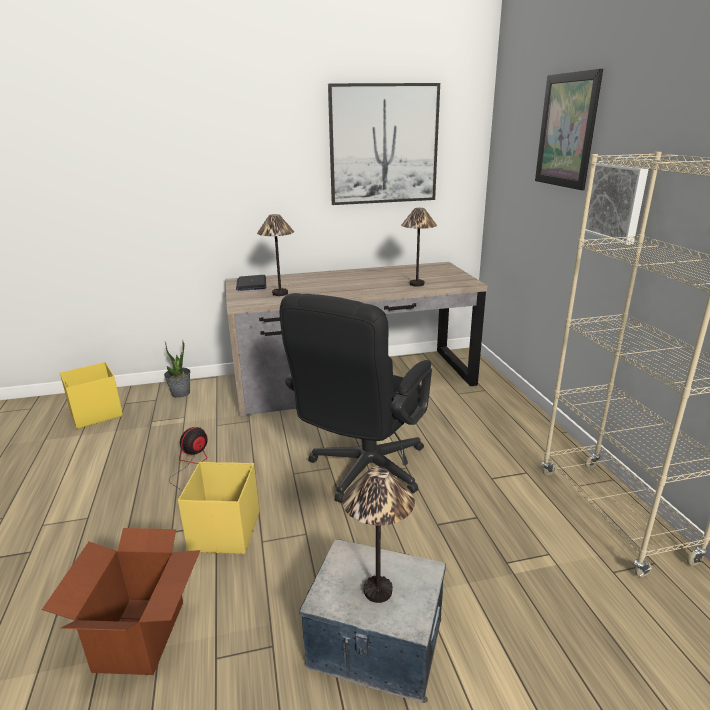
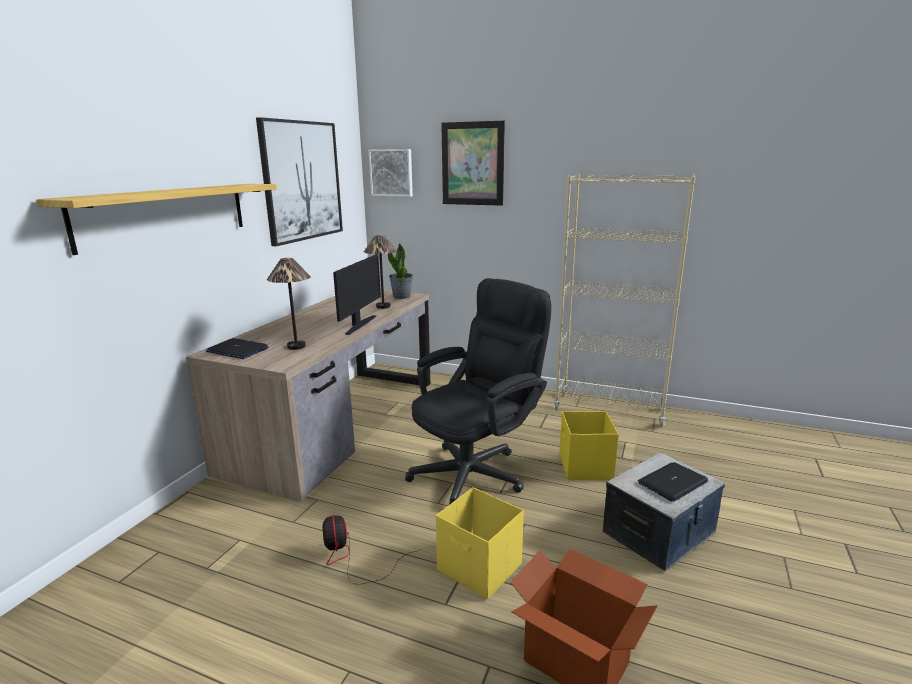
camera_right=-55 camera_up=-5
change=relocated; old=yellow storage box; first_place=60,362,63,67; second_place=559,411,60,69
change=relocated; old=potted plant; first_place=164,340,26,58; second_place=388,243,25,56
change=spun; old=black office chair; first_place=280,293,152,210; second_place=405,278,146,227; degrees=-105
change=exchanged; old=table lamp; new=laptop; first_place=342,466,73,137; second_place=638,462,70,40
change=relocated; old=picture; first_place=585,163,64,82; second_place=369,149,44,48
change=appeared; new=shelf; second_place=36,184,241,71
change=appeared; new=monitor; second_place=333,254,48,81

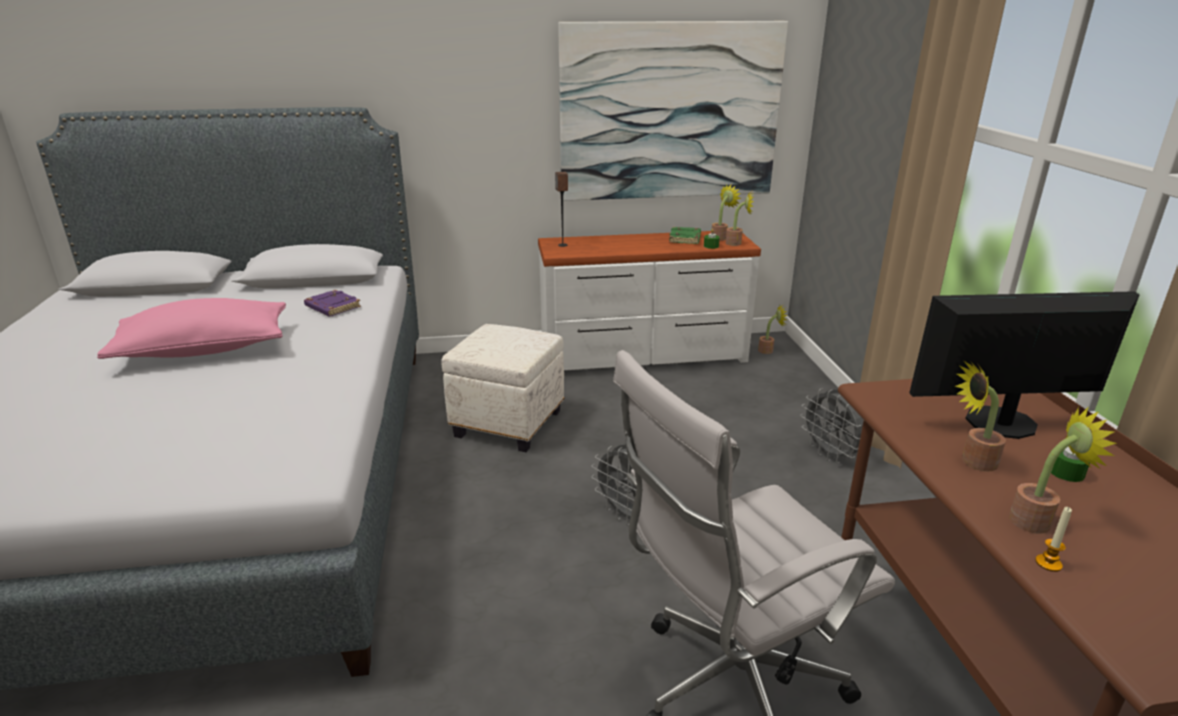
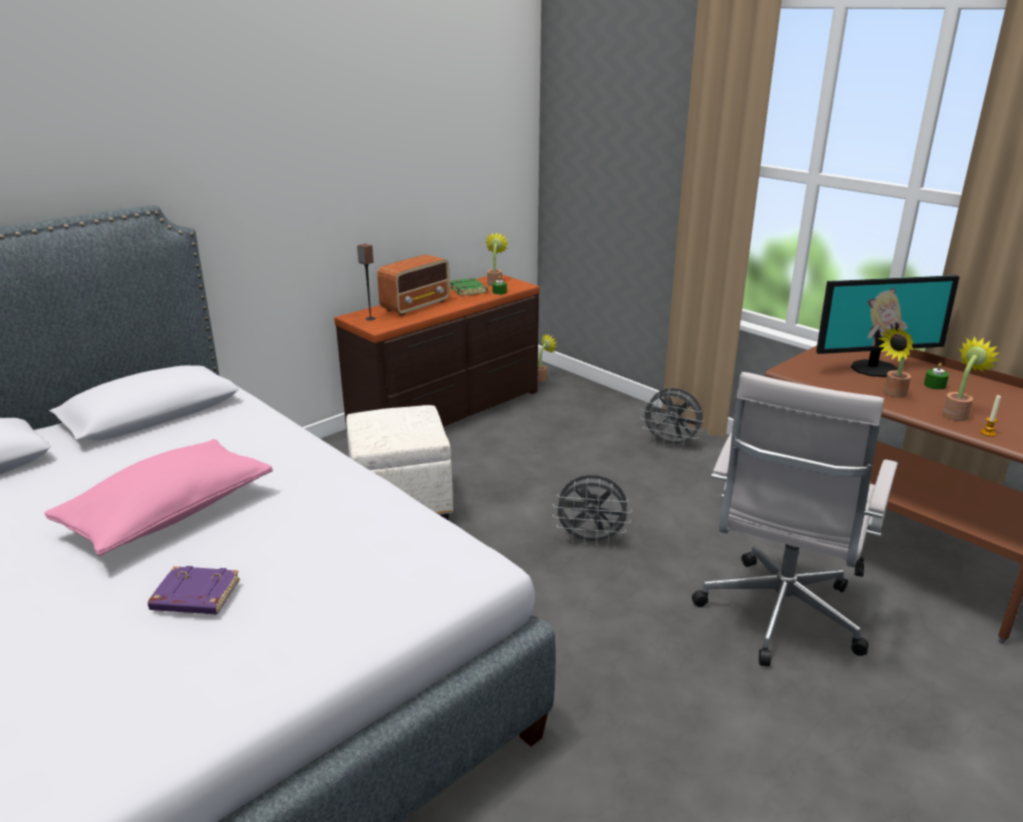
camera_right=-35 camera_up=0
change=relocated; old=purple book; first_place=304,290,57,27; second_place=148,566,92,48
change=colour; old=white dresser; new=brown dresser; first_place=538,231,223,140; second_place=334,275,206,157
change=missing; old=picture; first_place=558,21,230,180
change=missing; old=potted plant; first_place=725,192,29,54
change=spun; old=monitor; first_place=909,291,231,148; second_place=816,275,144,102; degrees=-150
change=appeared; new=radio; second_place=377,254,73,62

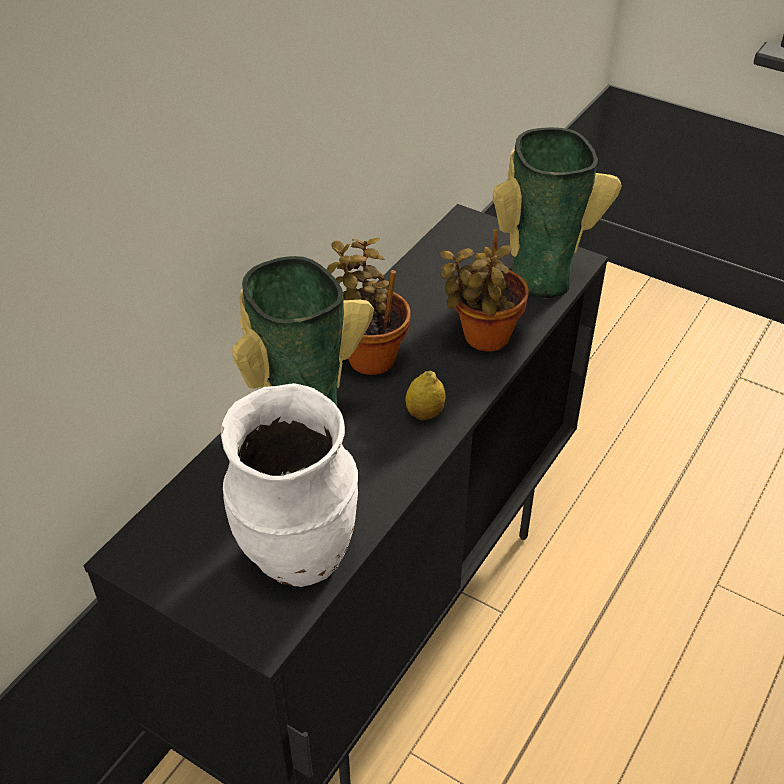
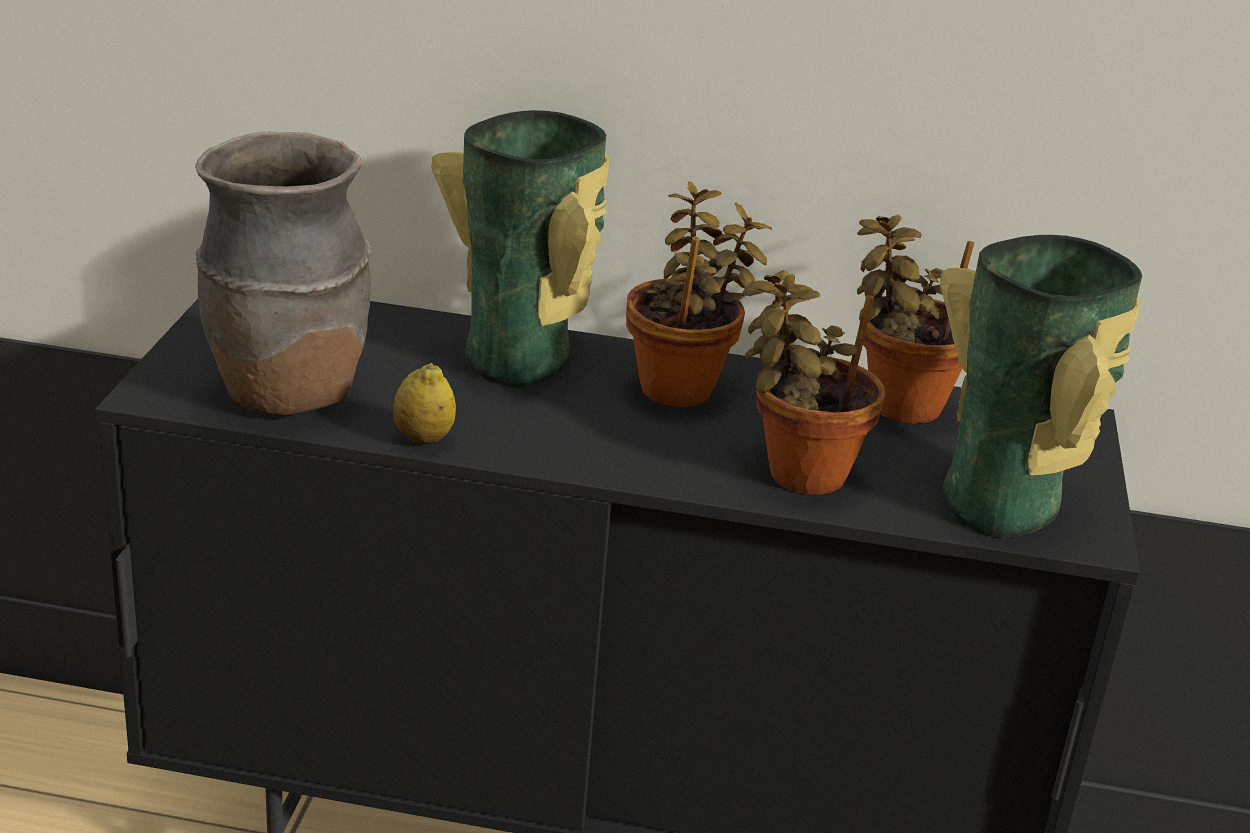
camera_right=65 camera_up=-15
change=colour; old=white vase; new=brown vase; first_place=221,383,137,204; second_place=195,131,176,284
change=relocated; old=lemon; first_place=405,371,40,49; second_place=393,363,63,81
change=appeared; new=potted plant; second_place=857,215,117,209

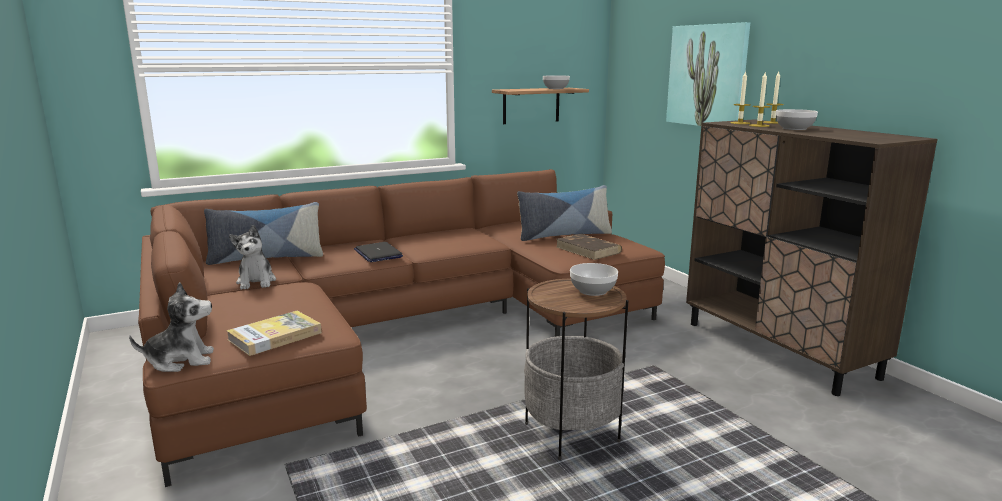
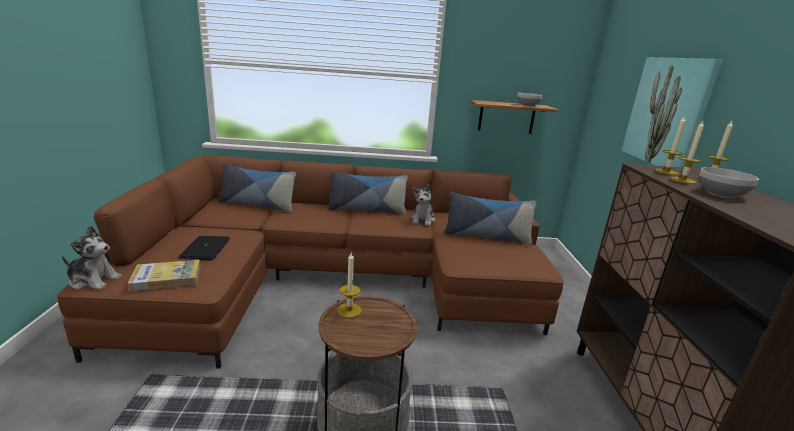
camera_right=25 camera_up=5
change=relocated; old=plush toy; first_place=229,225,47,65; second_place=411,184,24,42
change=relocated; old=laptop; first_place=354,242,49,20; second_place=178,236,52,24
change=missing; old=brown book; first_place=557,234,65,26
change=missing; old=bowl; first_place=570,263,48,33
change=appeared; new=pillow; second_place=328,171,80,44
change=appeared; new=candle; second_place=337,253,24,65

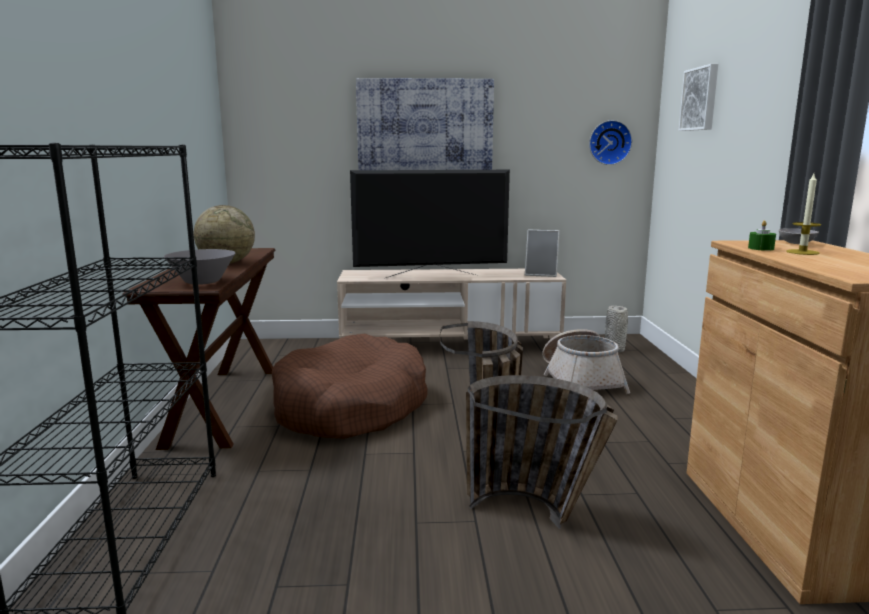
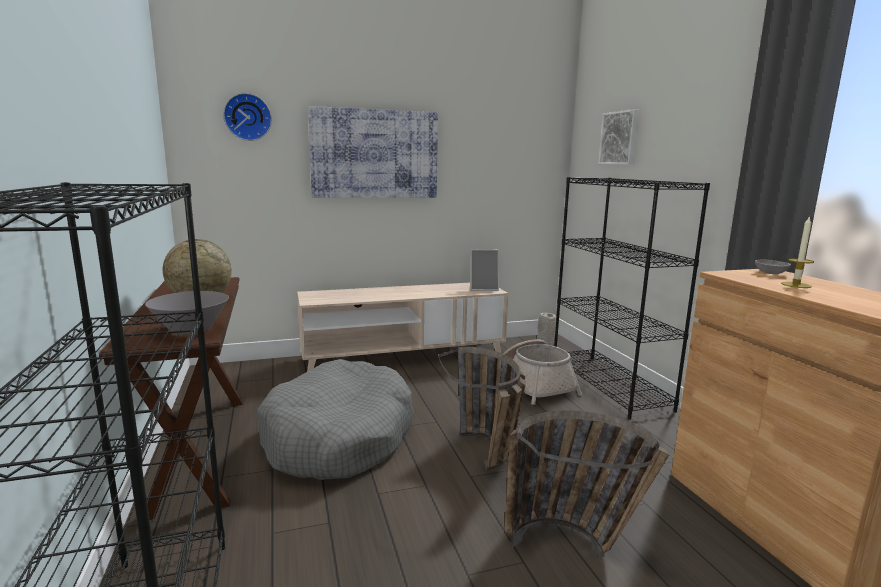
camera_right=-15 camera_up=0
change=colour; old=brown dog bed; new=grey dog bed; first_place=271,334,157,105; second_place=257,359,157,121
change=missing; old=television; first_place=350,170,160,108
change=relocated; old=wall clock; first_place=589,120,43,45; second_place=223,93,49,48
change=missing; old=green candle; first_place=748,220,28,31
change=appeared; new=black bookcase; second_place=554,177,156,243

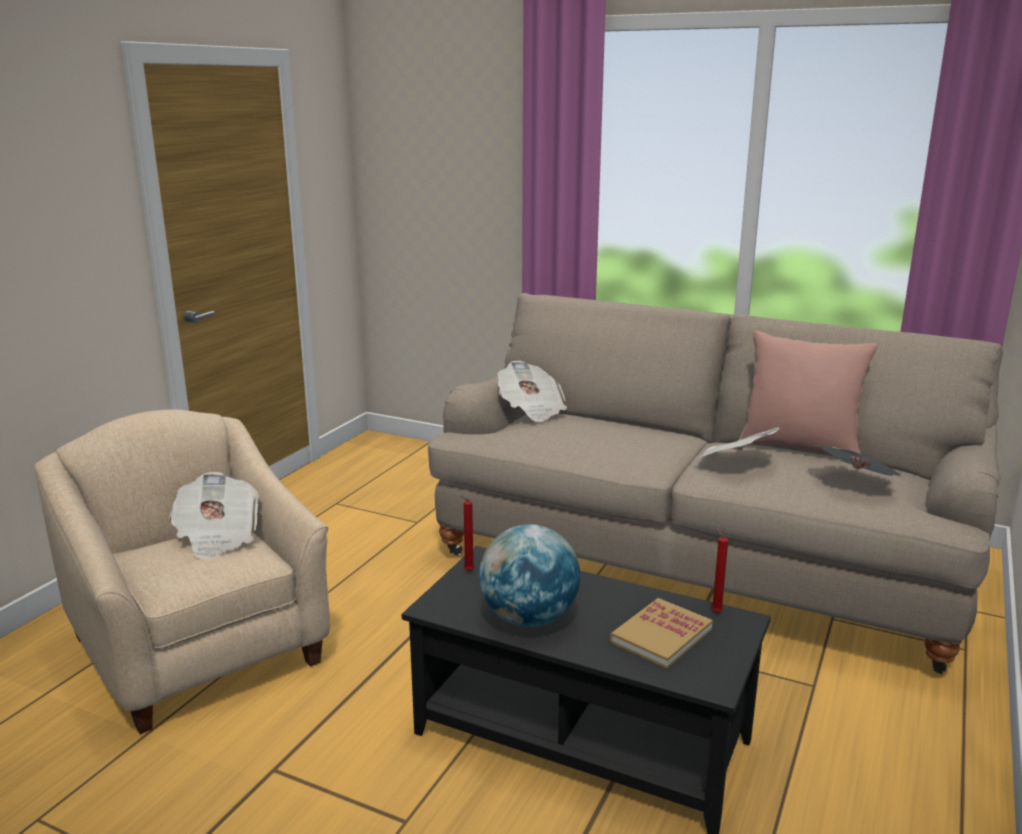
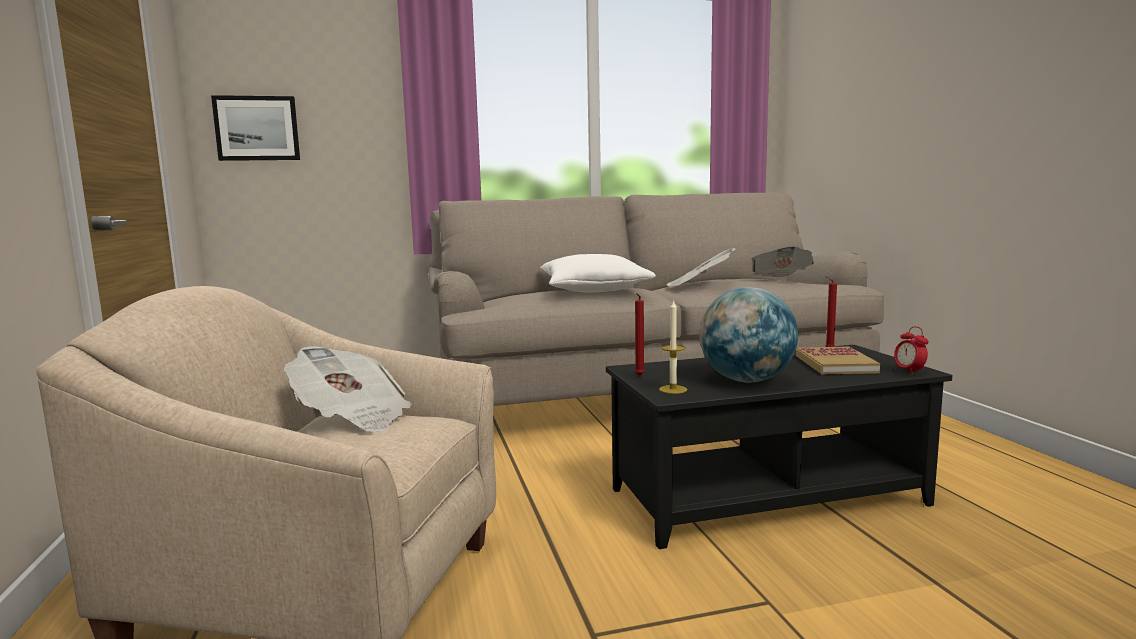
camera_right=-40 camera_up=-10
change=missing; old=newspaper; first_place=497,361,70,61
change=missing; old=pink pillow; first_place=739,330,139,125
change=appeared; new=picture; second_place=211,95,89,66
change=appeared; new=white pillow; second_place=540,254,116,38
change=appeared; new=candle; second_place=659,299,28,95
change=appeared; new=alarm clock; second_place=894,326,34,49

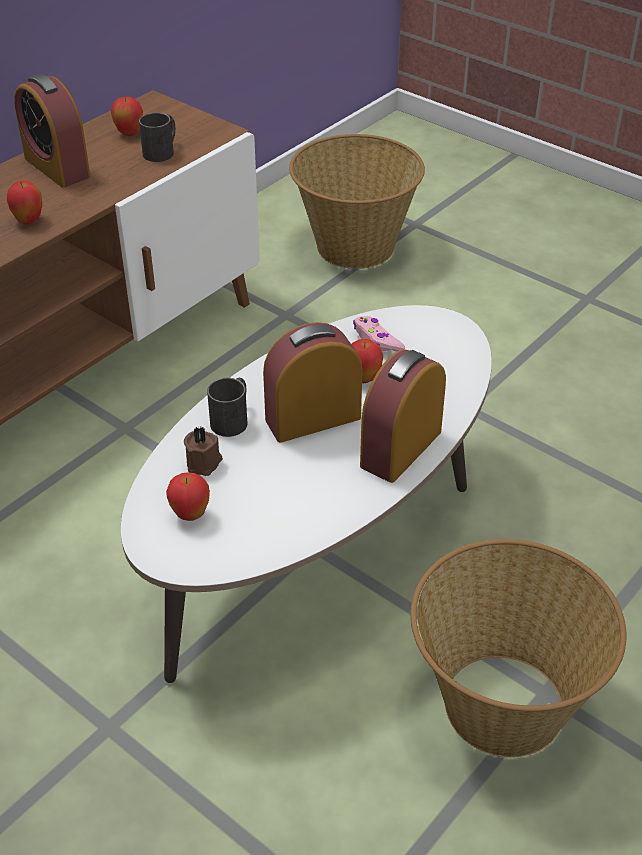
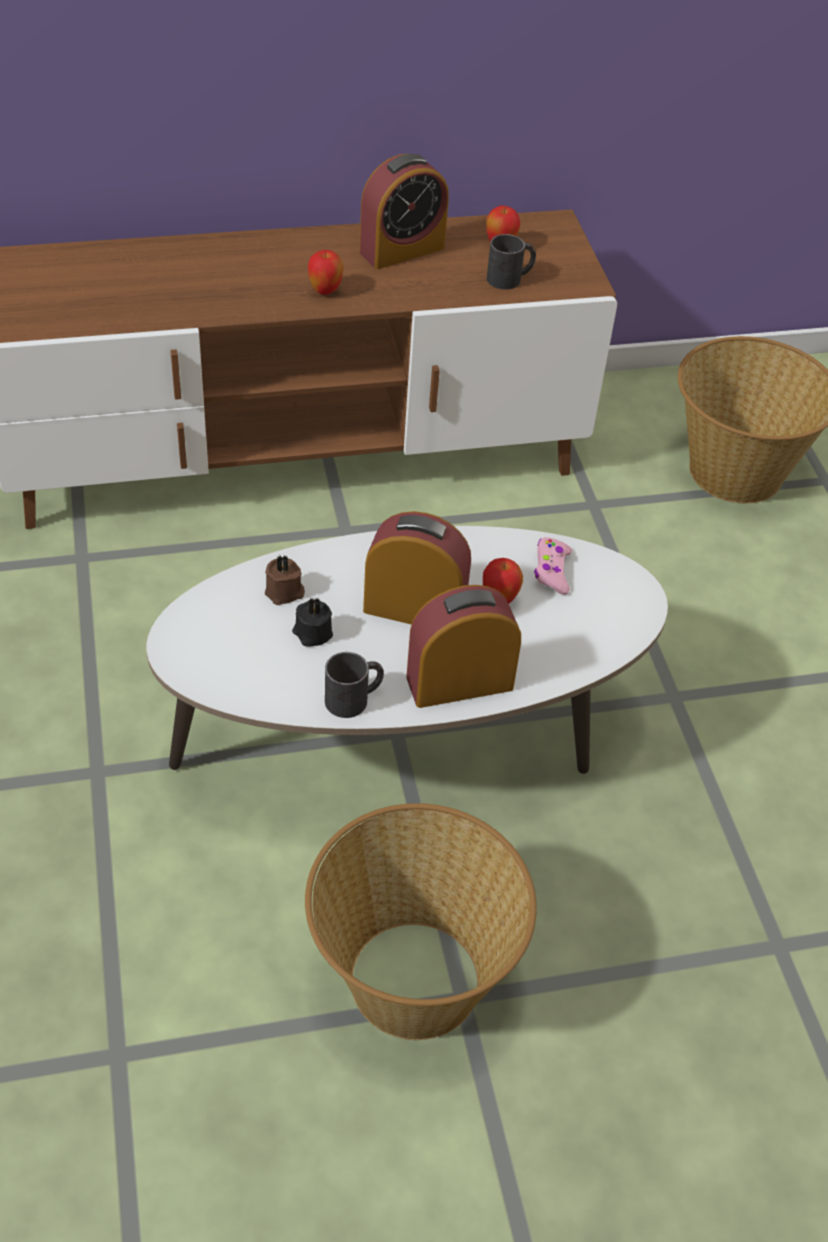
camera_right=35 camera_up=5
change=spun; old=alarm clock; first_place=14,74,77,114; second_place=360,154,89,115; degrees=-120
change=missing; old=apple; first_place=166,472,44,49
change=relocated; old=black mug; first_place=207,378,41,59; second_place=325,652,59,66
change=appeared; new=black candle; second_place=292,598,41,49

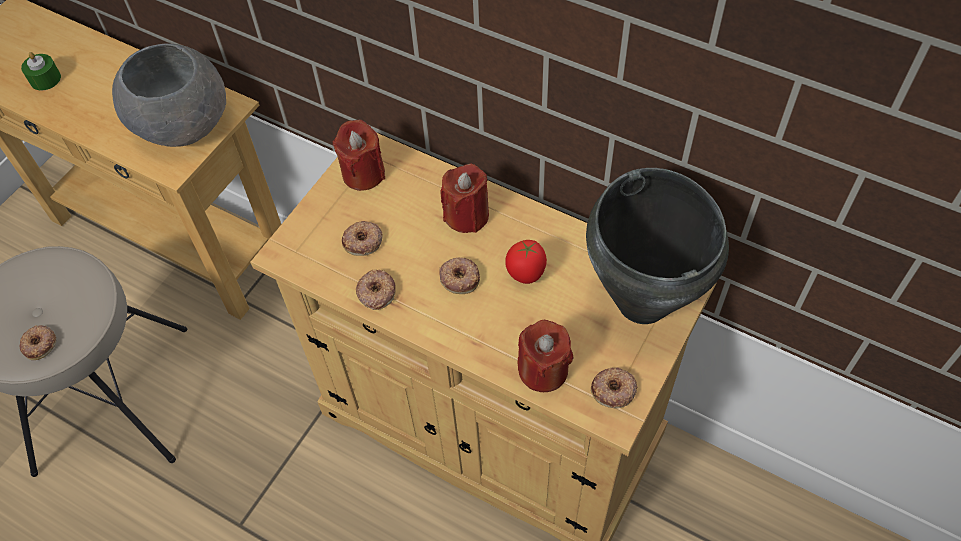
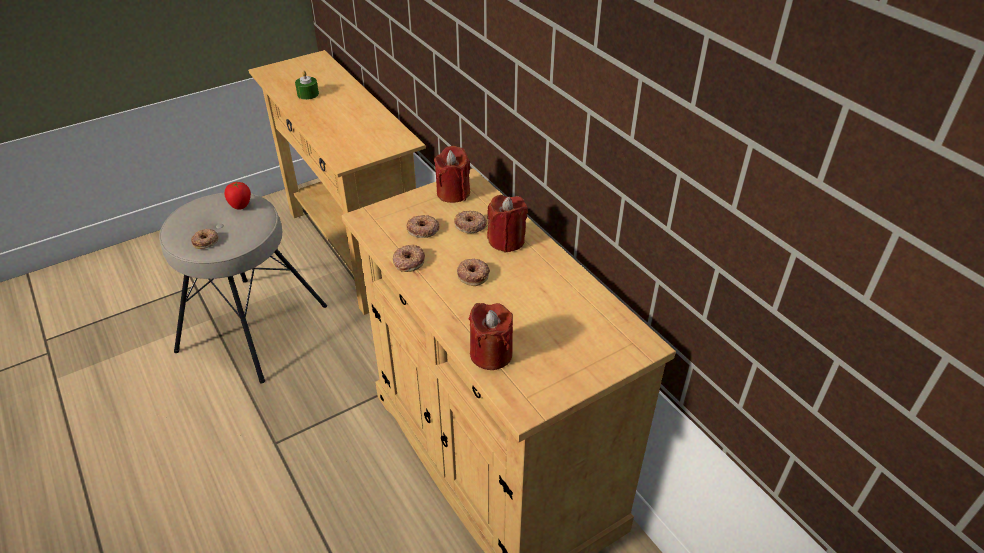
camera_right=25 camera_up=-15
change=missing; old=grey bowl; first_place=112,44,114,103
change=relocated; old=tomato; first_place=505,240,42,44; second_place=224,181,27,29
change=missing; old=black cooking pot; first_place=586,168,143,156
change=relocated; old=donut; first_place=591,367,46,41; second_place=454,211,33,22

